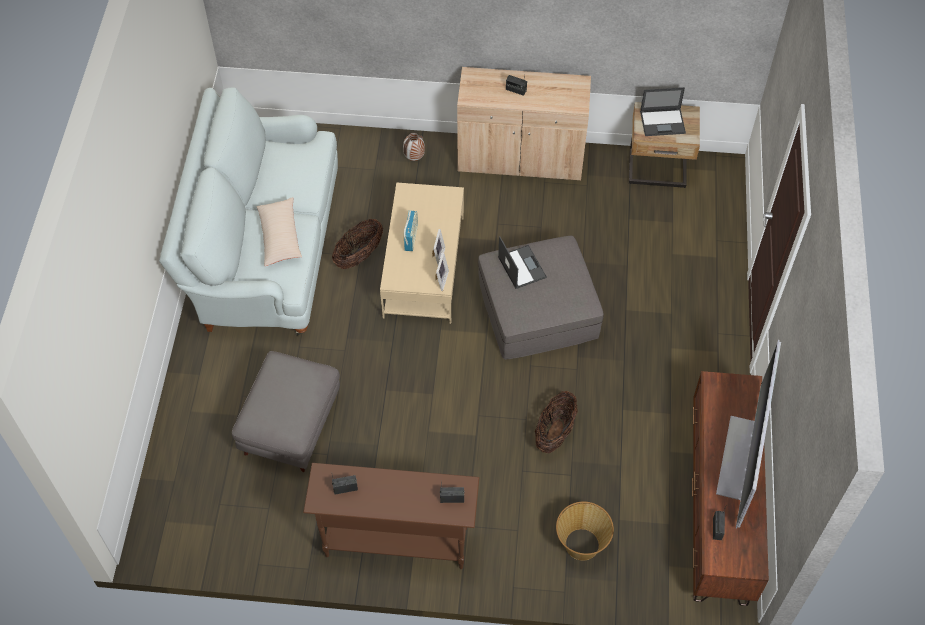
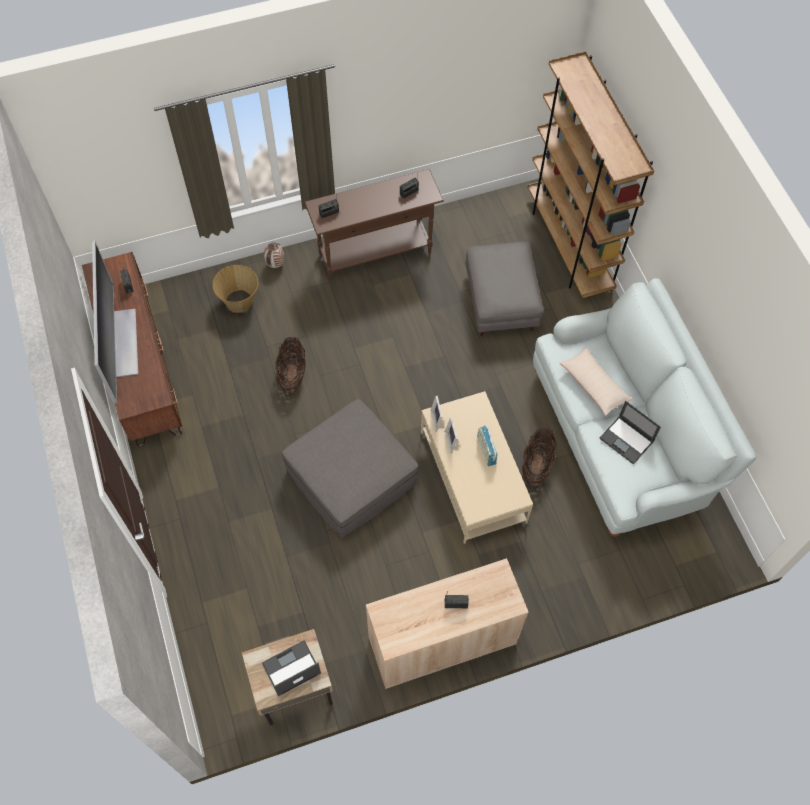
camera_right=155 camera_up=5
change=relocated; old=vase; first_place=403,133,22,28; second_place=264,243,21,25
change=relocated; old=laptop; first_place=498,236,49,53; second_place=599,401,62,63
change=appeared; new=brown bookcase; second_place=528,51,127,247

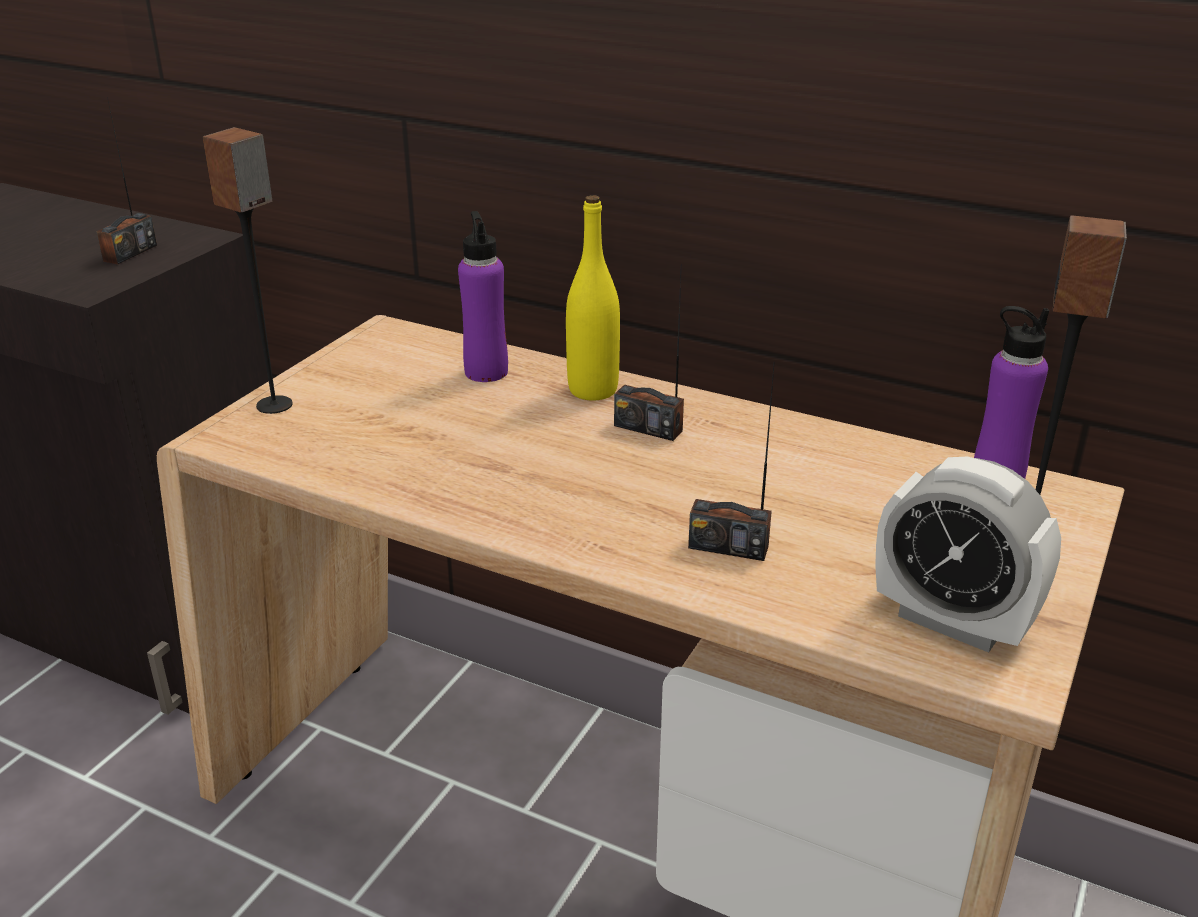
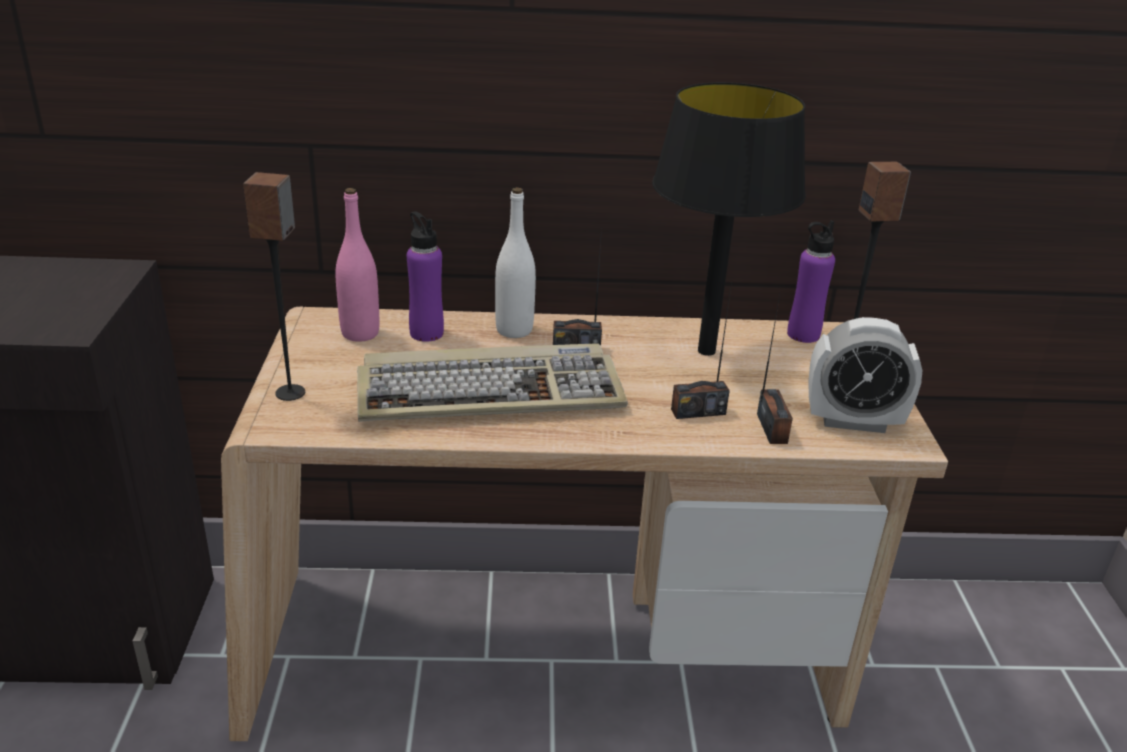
camera_right=-30 camera_up=0
change=relocated; old=radio; first_place=96,96,61,168; second_place=757,295,36,149
change=colour; old=yellow bottle; new=white bottle; first_place=566,195,54,205; second_place=495,187,41,151
change=appeared; new=pink bottle; second_place=336,188,43,154
change=appeared; new=keyboard; second_place=357,344,271,78
change=appeared; new=black table lamp; second_place=652,82,154,274

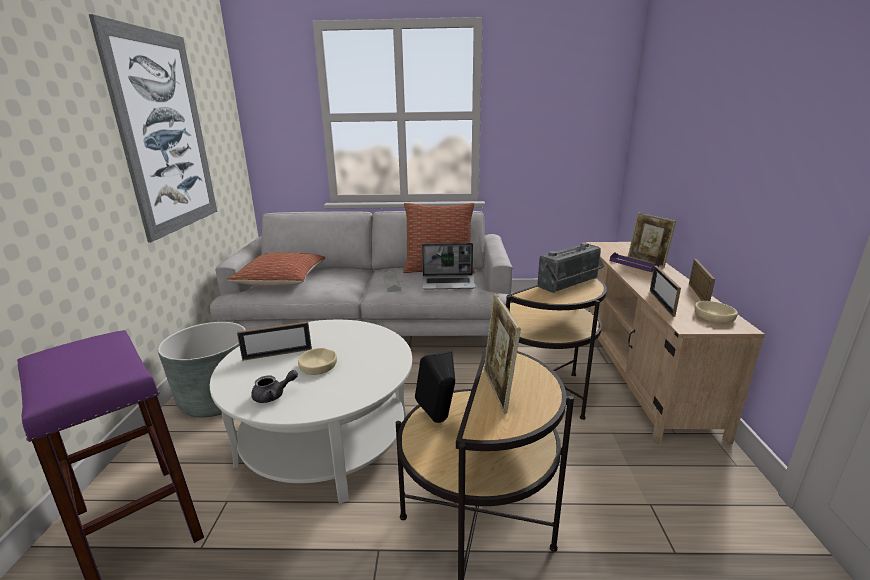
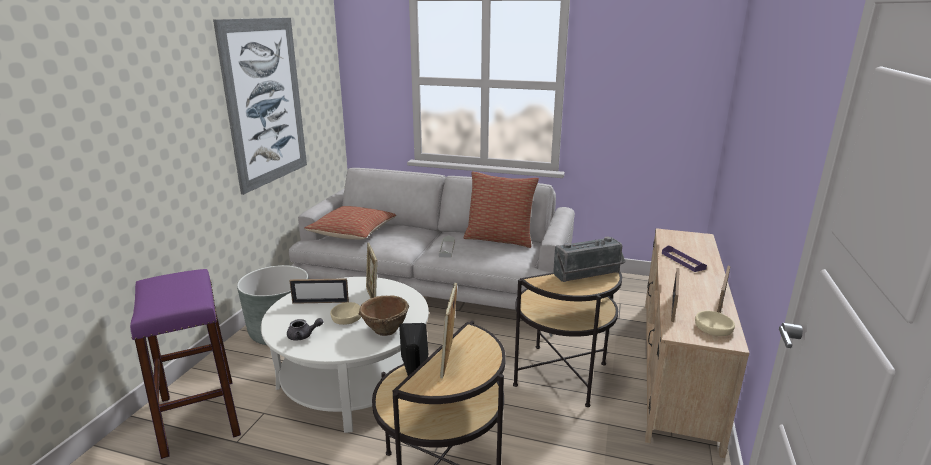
camera_right=15 camera_up=0
change=missing; old=laptop; first_place=422,243,54,47
change=relocated; old=picture frame; first_place=628,213,48,55; second_place=366,242,11,57
change=appeared; new=brown bowl; second_place=358,295,51,41

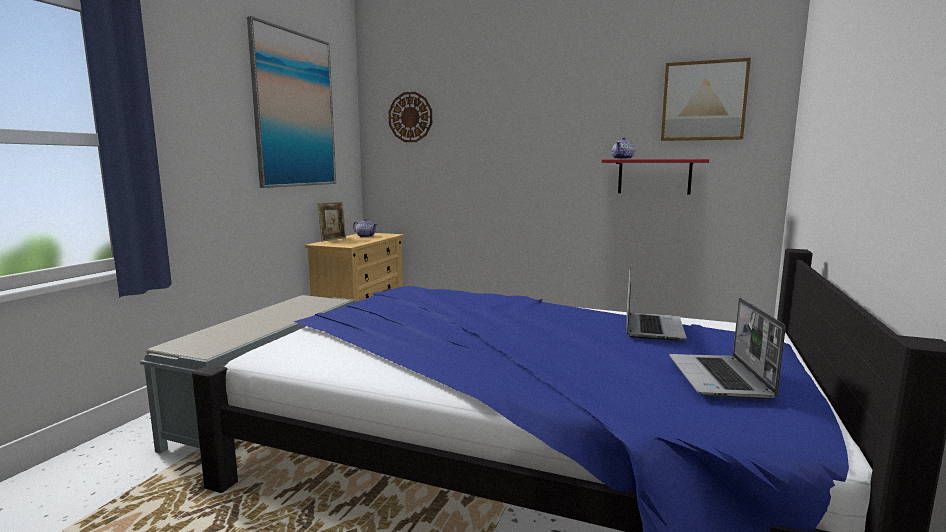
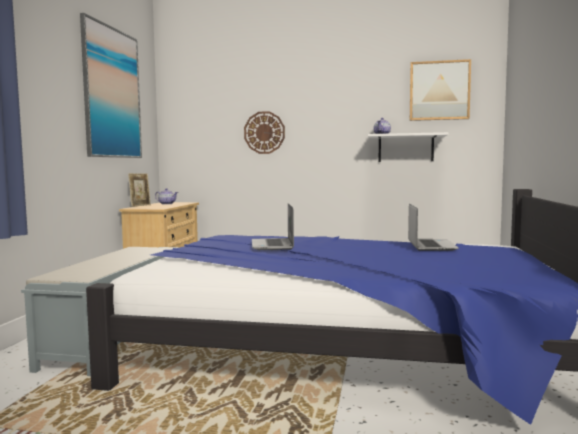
camera_right=-10 camera_up=-5
change=relocated; old=wall clock; first_place=389,92,43,50; second_place=244,111,41,43
change=colour; old=red shelf; new=white shelf; first_place=602,159,107,36; second_place=368,132,80,30
change=relocated; old=laptop; first_place=669,298,116,101; second_place=252,203,42,47

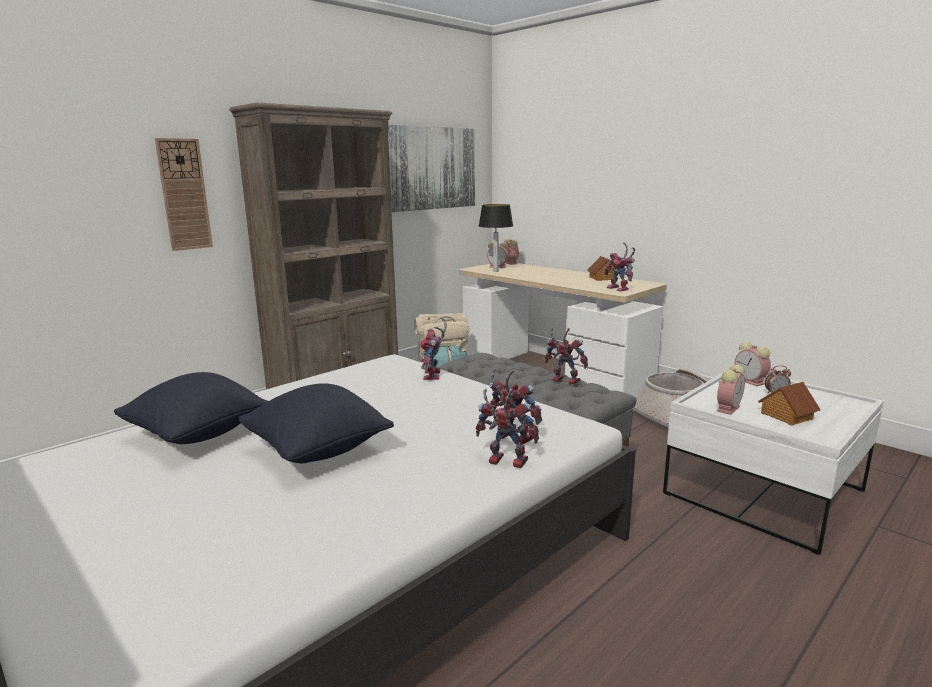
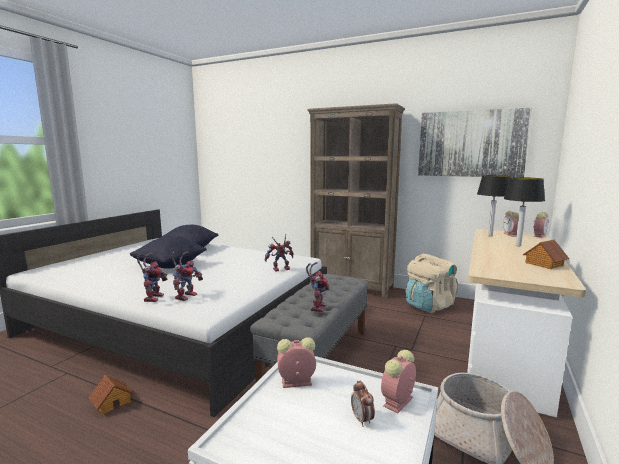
camera_right=70 camera_up=-5
change=missing; old=wall clock; first_place=155,138,58,113
change=missing; old=toy robot; first_place=604,242,31,49
change=spun; old=alarm clock; first_place=717,365,28,50; second_place=277,337,39,51; degrees=150
change=relocated; old=toy house; first_place=758,382,63,44; second_place=89,375,45,40
change=appeared; new=table lamp; second_place=504,177,41,69

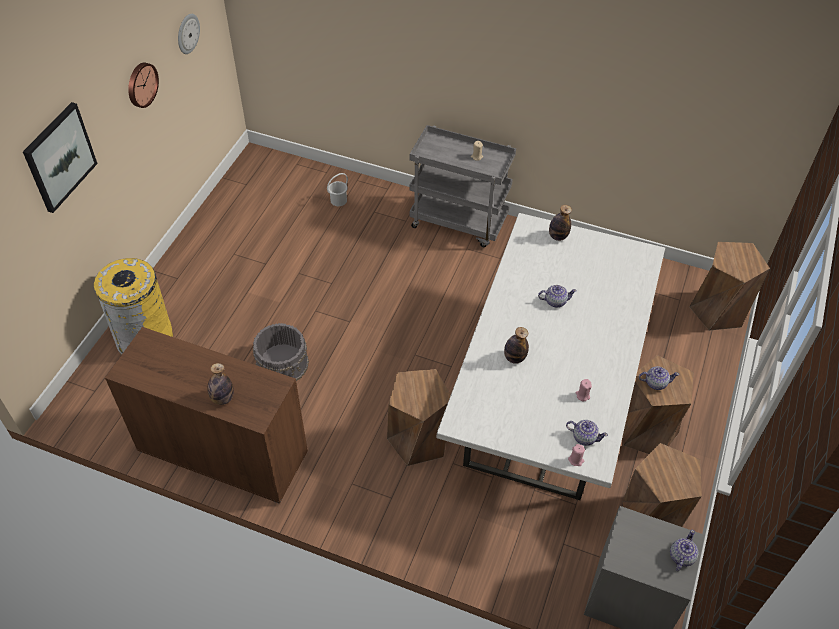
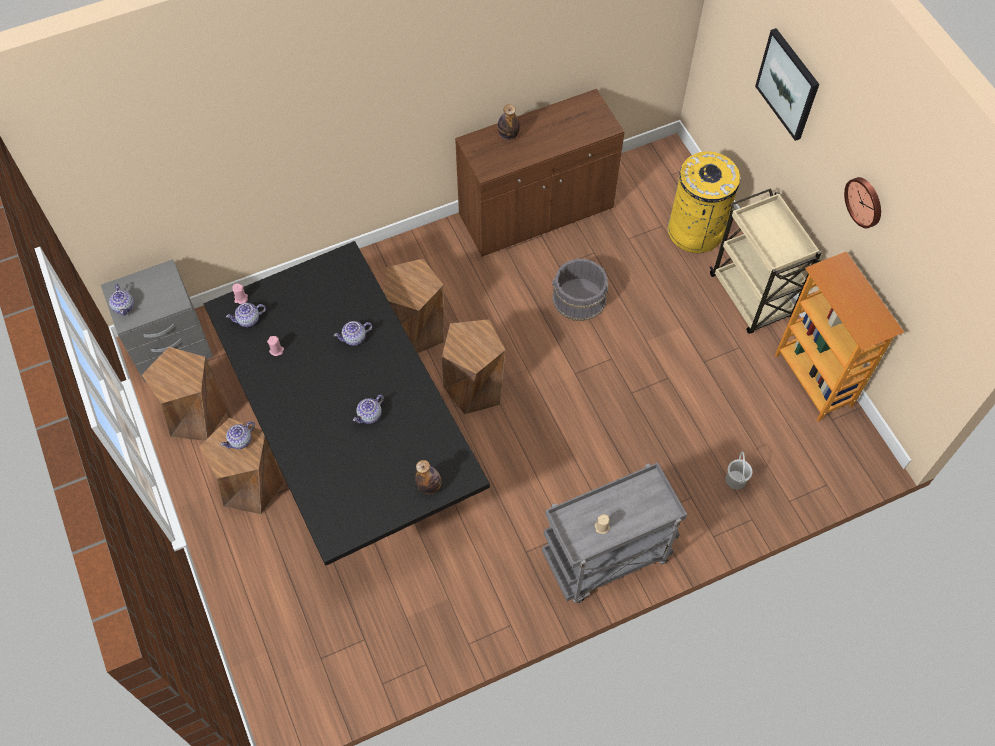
camera_right=135 camera_up=10
change=missing; old=wall clock; first_place=178,14,22,40
change=colour; old=white dining table; new=black dining table; first_place=436,213,229,287; second_place=204,241,286,325
change=exchanged; old=bottle; new=teapot; first_place=504,327,25,37; second_place=334,321,38,25
change=relocated; old=brown stool; first_place=689,242,81,88; second_place=442,319,63,95
change=appeared; new=beige cart; second_place=709,188,112,146
change=appeared; new=bookcase; second_place=775,252,129,169

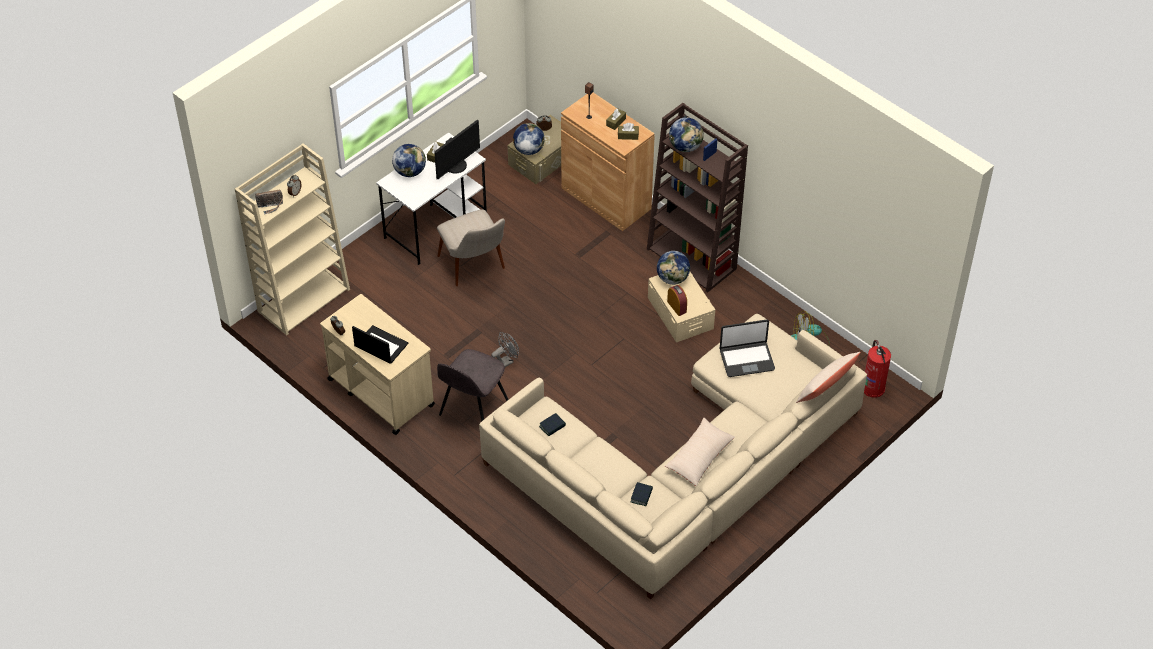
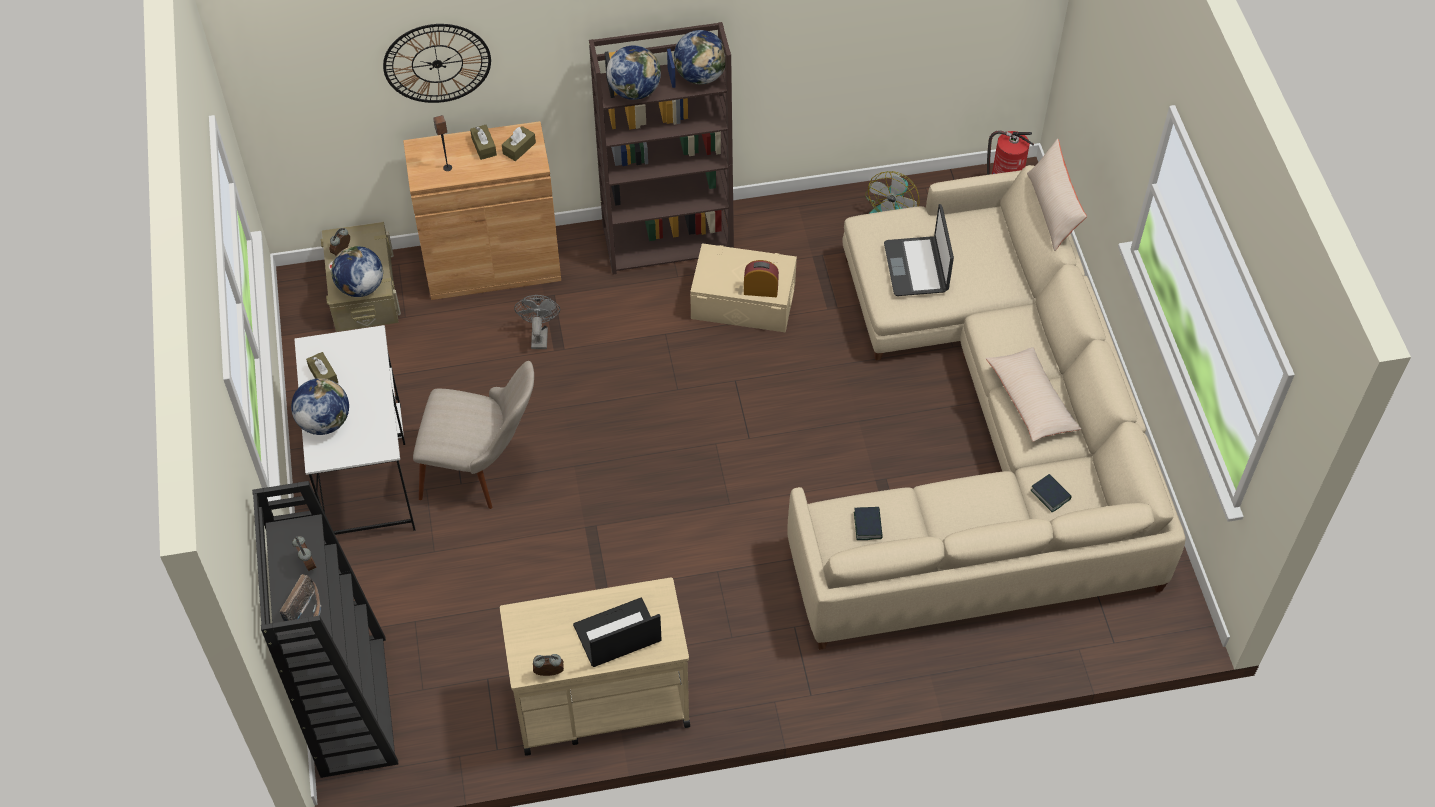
camera_right=-55 camera_up=5
change=colour; old=beige bookcase; new=black bookcase; first_place=235,143,115,192; second_place=252,481,147,297
change=missing; old=monitor; first_place=434,120,46,59
change=missing; old=grey chair; first_place=437,349,72,72
change=relocated; old=grey fan; first_place=491,332,28,35; second_place=514,295,46,54
change=relocated; old=globe; first_place=657,251,33,34; second_place=674,30,51,54
change=spun; old=laptop; first_place=720,320,55,57; second_place=884,204,70,92; degrees=150
change=appeared; new=wall clock; second_place=383,24,108,79

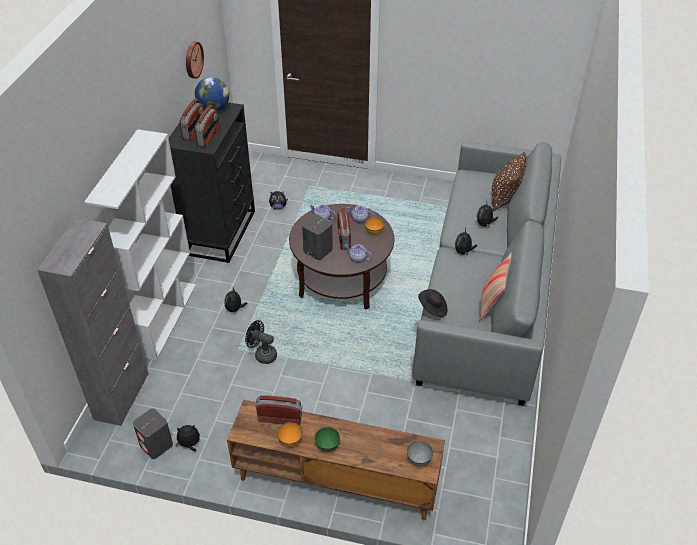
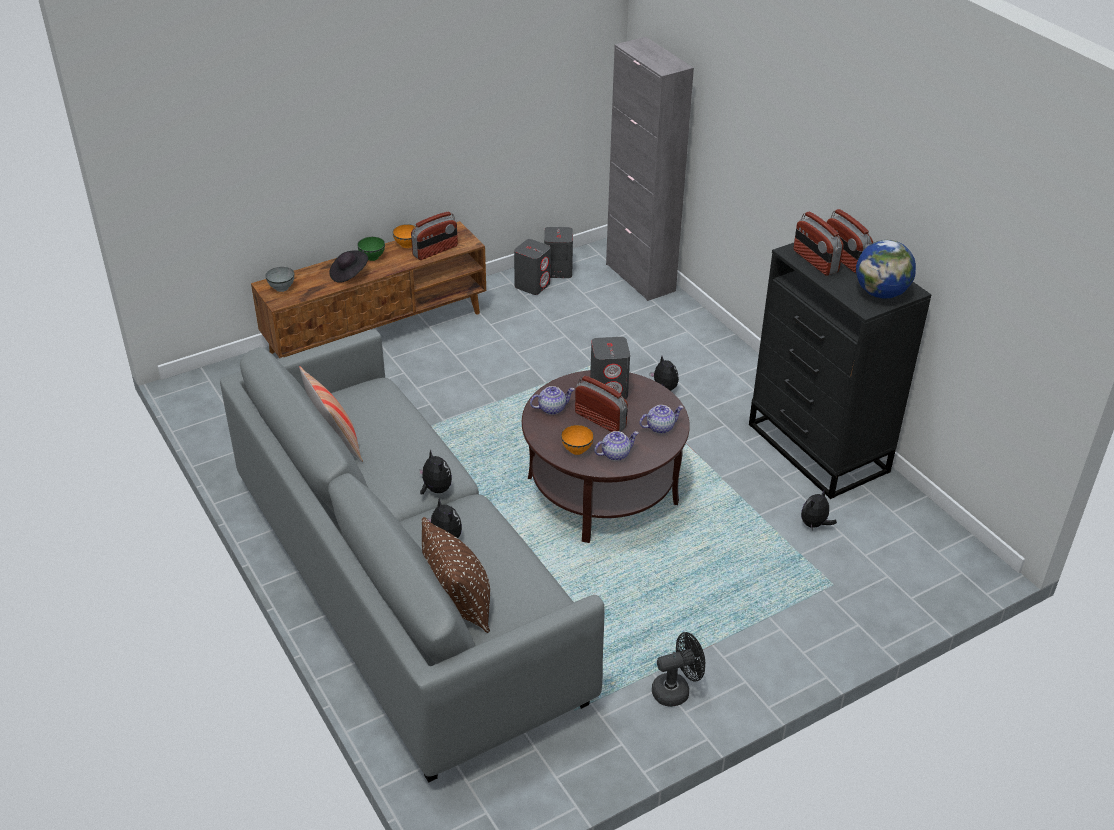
camera_right=135 camera_up=-5
change=missing; old=white bookcase; first_place=84,129,112,231
change=exchanged; old=plush toy; new=grey speaker; first_place=175,425,25,26; second_place=514,239,37,56
change=missing; old=wall clock; first_place=186,42,18,37
change=relocated; old=black fan; first_place=245,320,32,44; second_place=652,632,53,75
change=relocated; old=black hat; first_place=418,289,29,28; second_place=329,250,39,33

